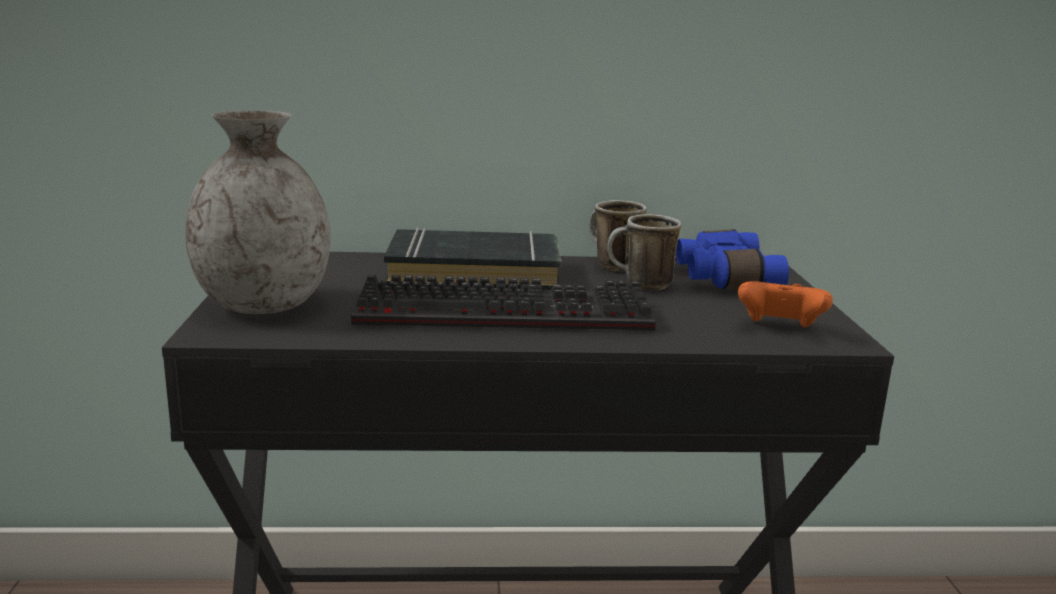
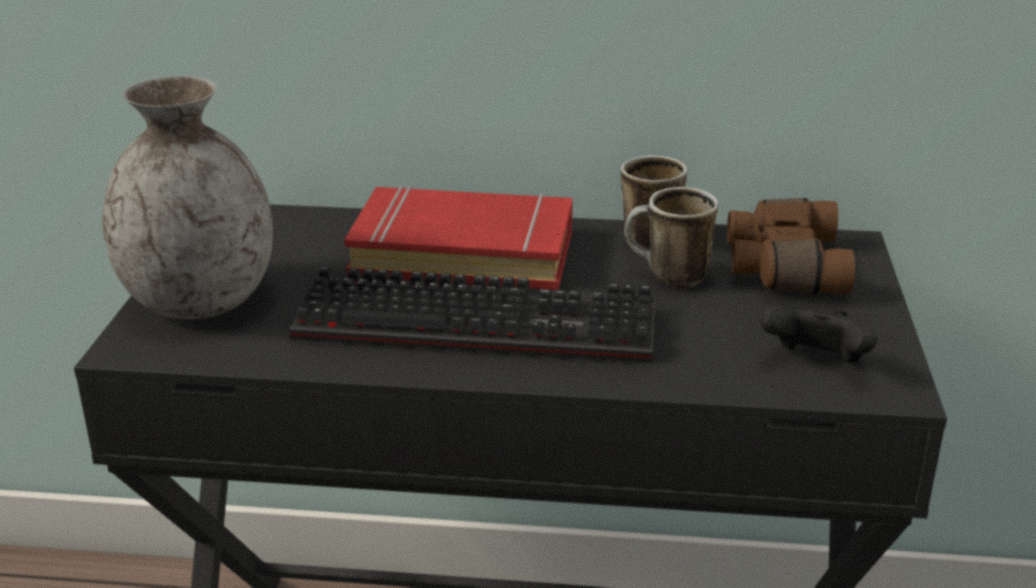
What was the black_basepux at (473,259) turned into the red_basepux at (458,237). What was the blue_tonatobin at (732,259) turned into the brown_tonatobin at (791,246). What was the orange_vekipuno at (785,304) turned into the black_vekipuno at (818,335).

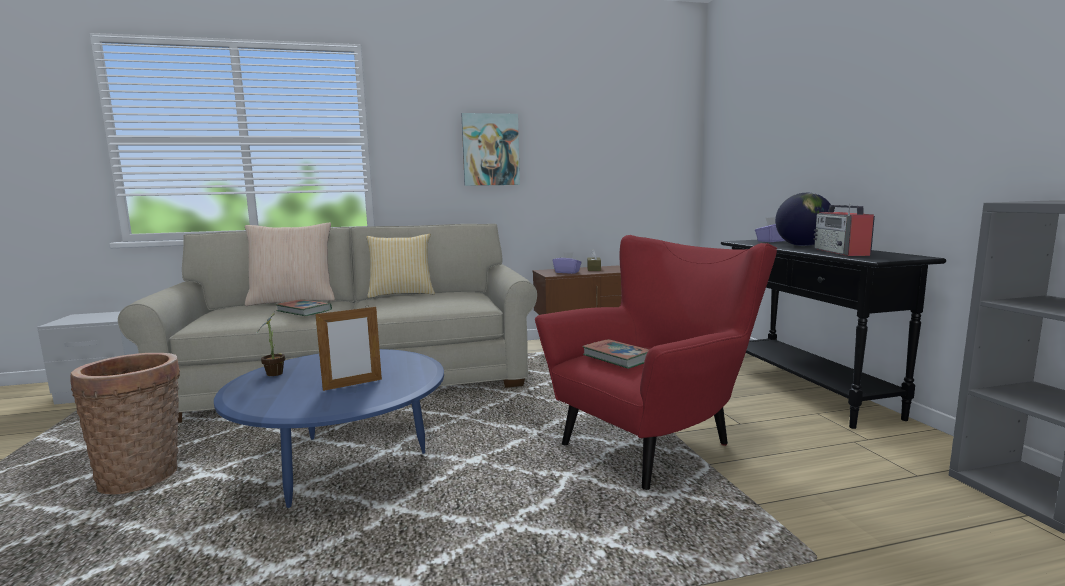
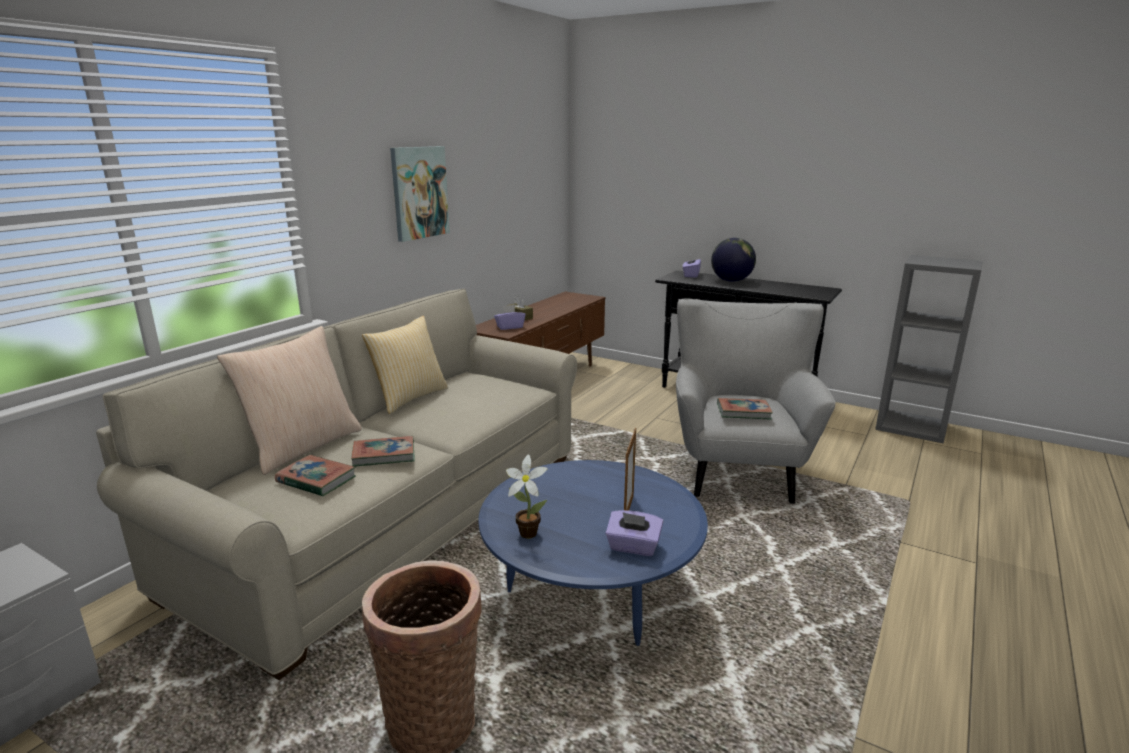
The second view lost the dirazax at (844,229). The second view gained the basepux at (315,475). The second view gained the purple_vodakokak at (634,533). What was the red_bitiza at (656,362) turned into the grey_bitiza at (756,401).

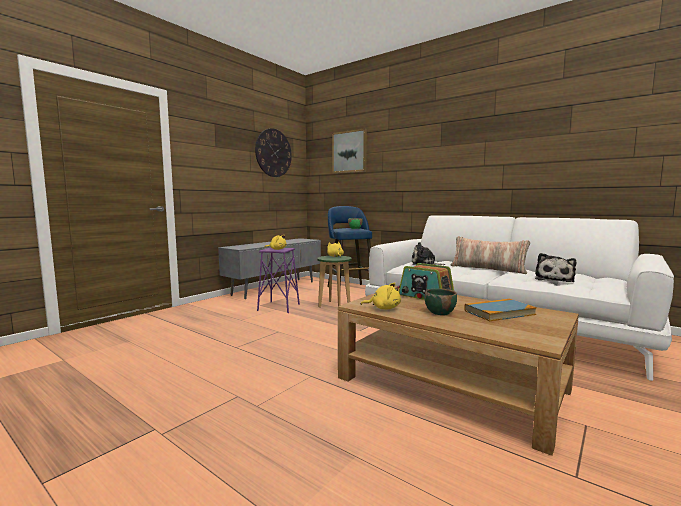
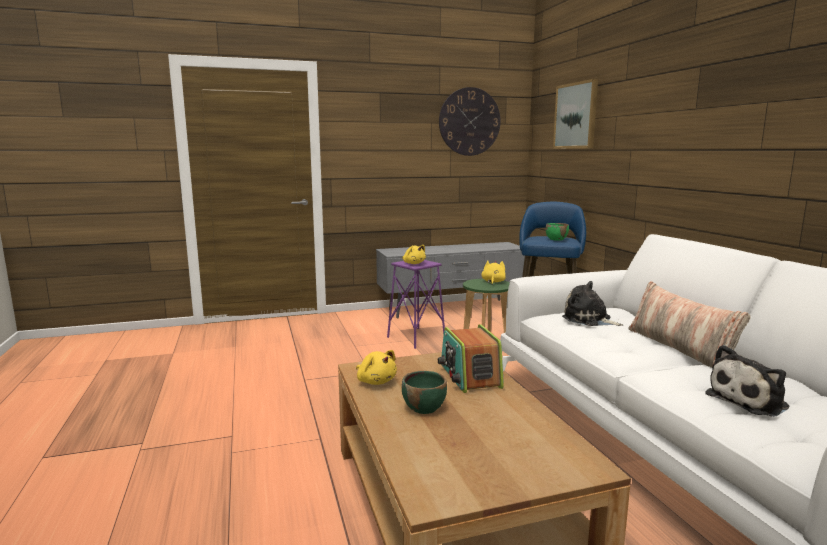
The second view lost the basepux at (500,310).

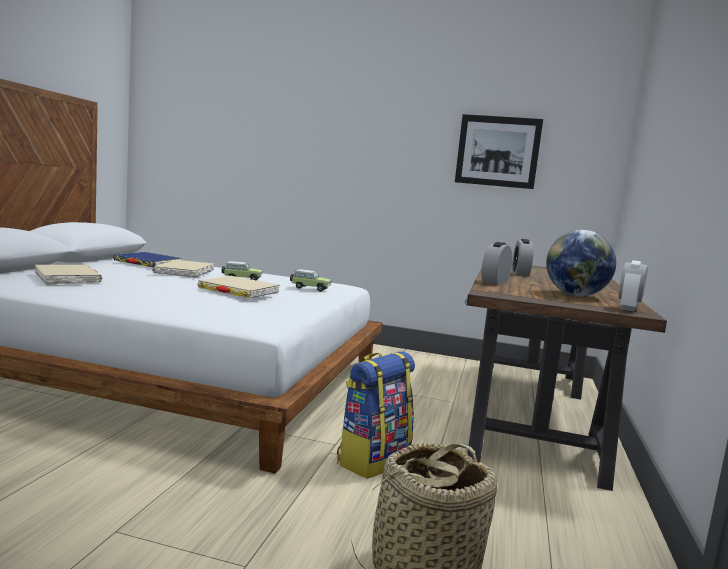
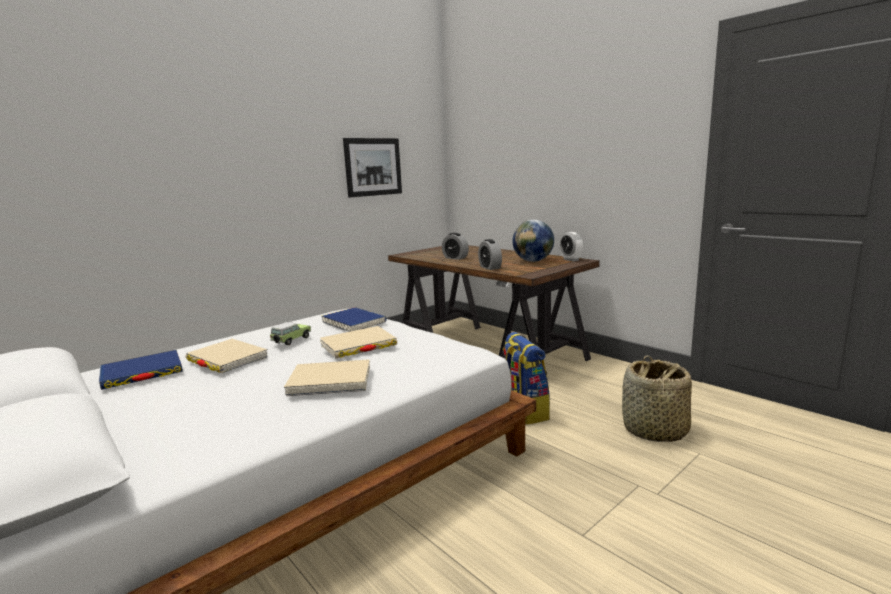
The beige_basepux ended up elsewhere, having gone from (68,275) to (327,378). Where the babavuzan stood at (311,280), the blue_basepux came to stand at (354,320).

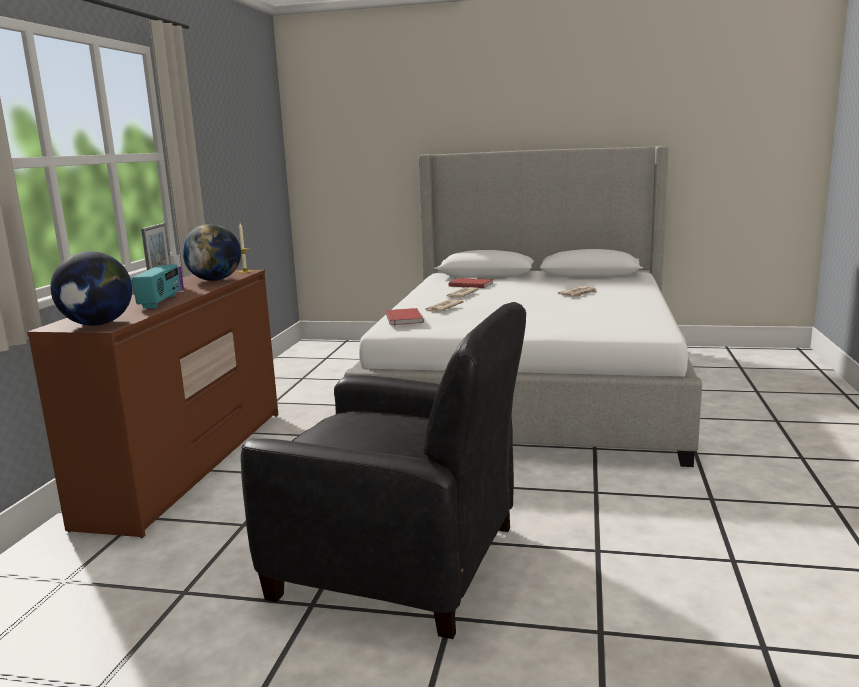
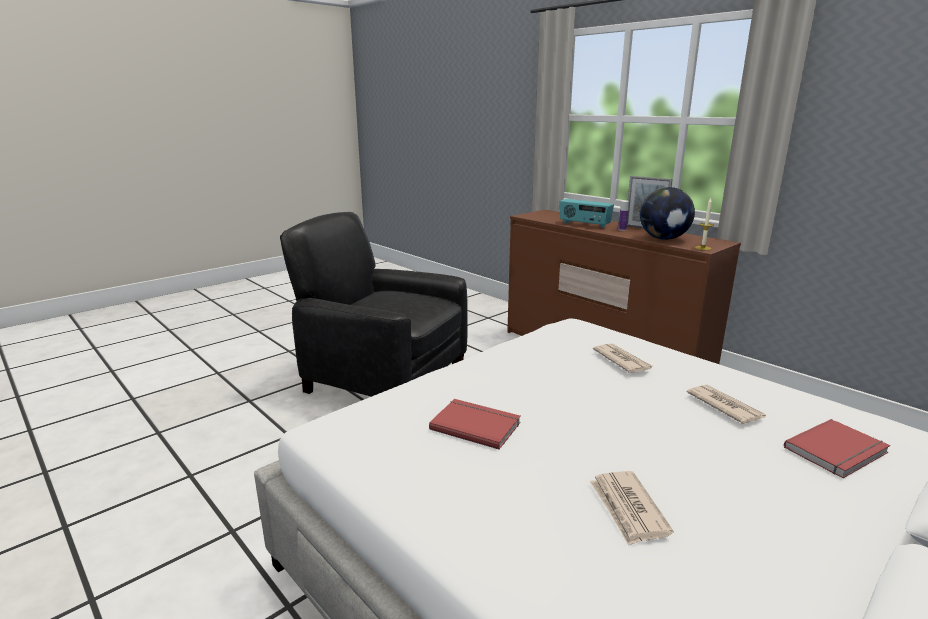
The second view lost the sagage at (91,288). The red_basepux ended up elsewhere, having gone from (405,316) to (475,424). The black_bitiza at (383,470) ended up facing another way, 60 degrees clockwise from before.

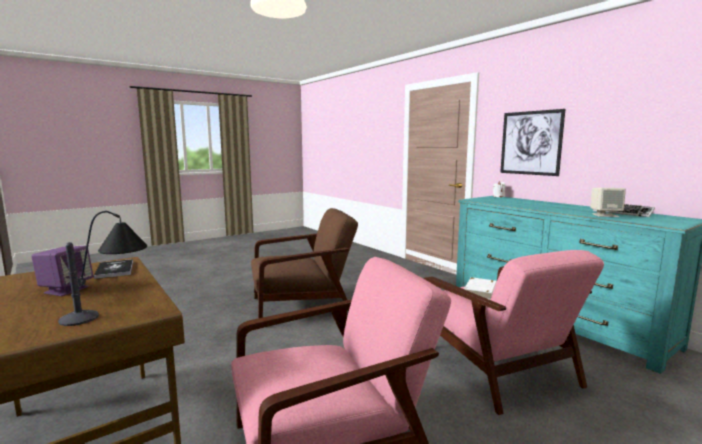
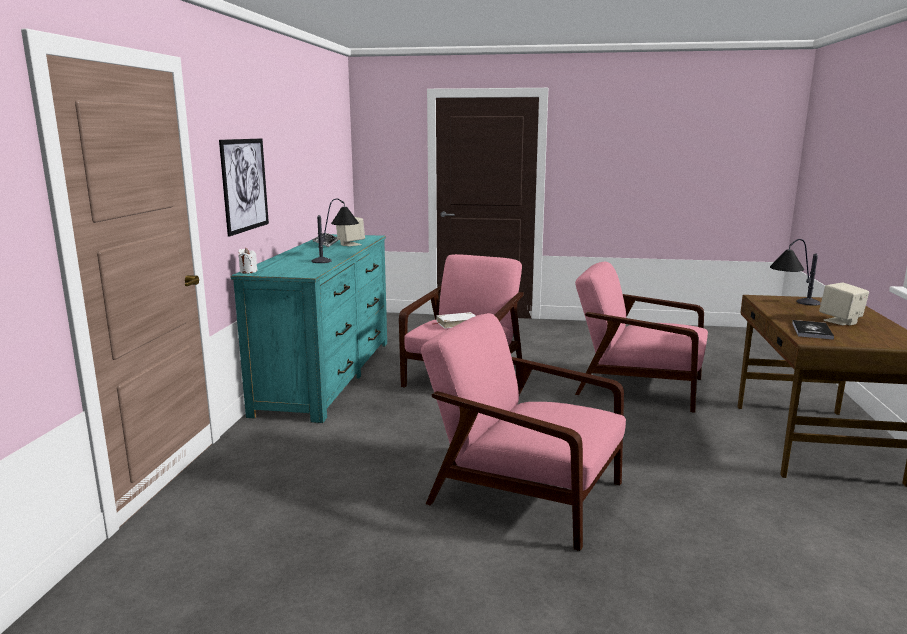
The second view gained the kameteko at (335,230). What was the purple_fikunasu at (62,271) turned into the beige_fikunasu at (844,303). What was the brown_bitiza at (304,263) turned into the pink_bitiza at (523,432).

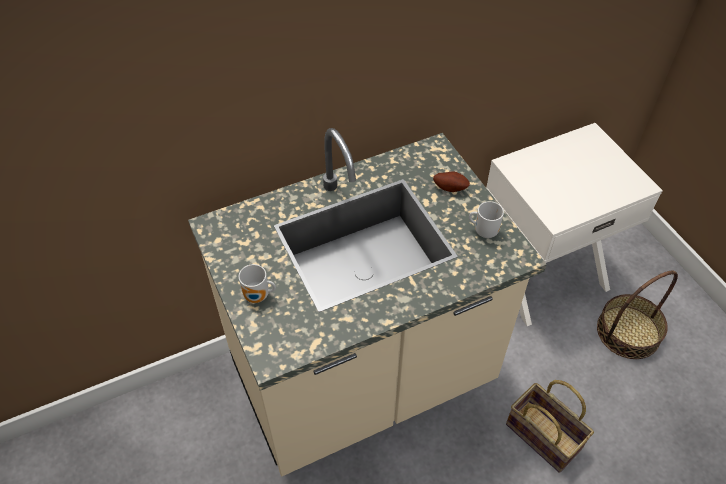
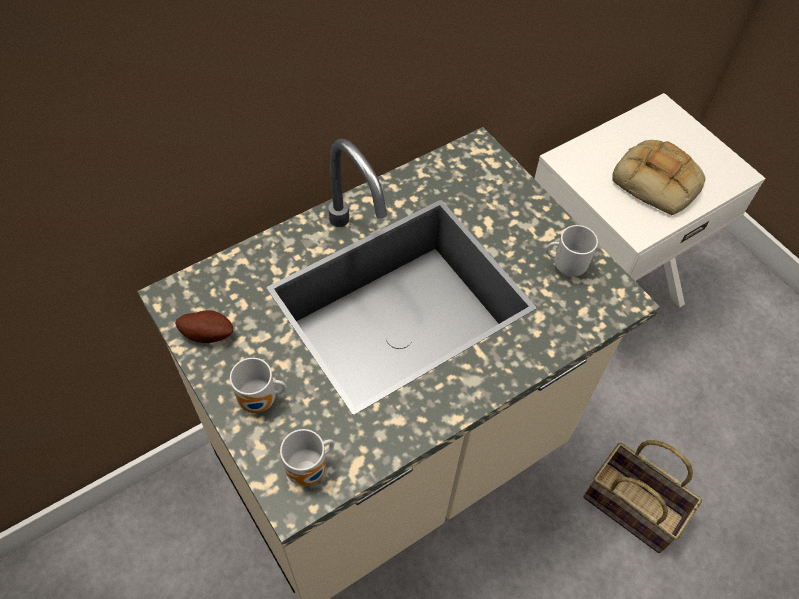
The second view lost the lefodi at (637,315). The second view gained the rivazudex at (307,457). The second view gained the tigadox at (659,178). The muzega ended up elsewhere, having gone from (451,182) to (204,326).

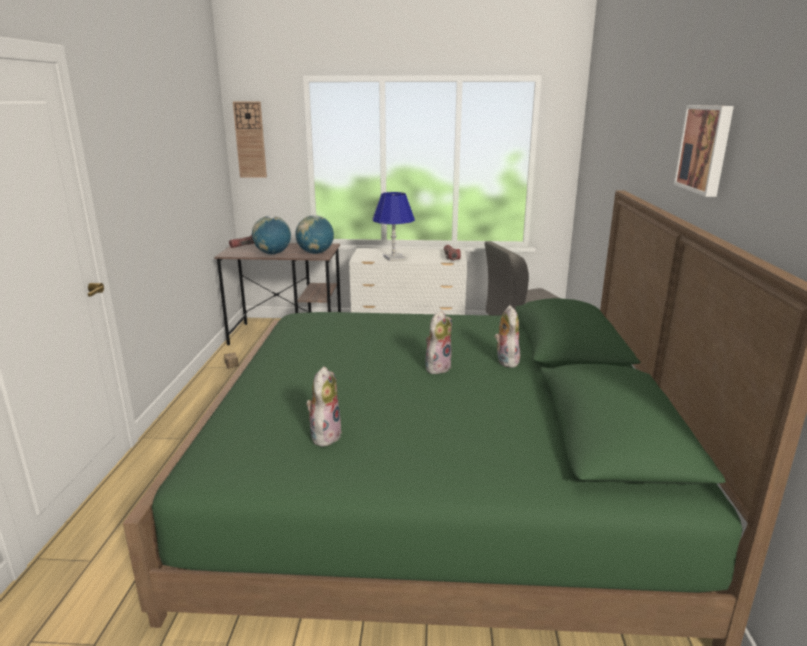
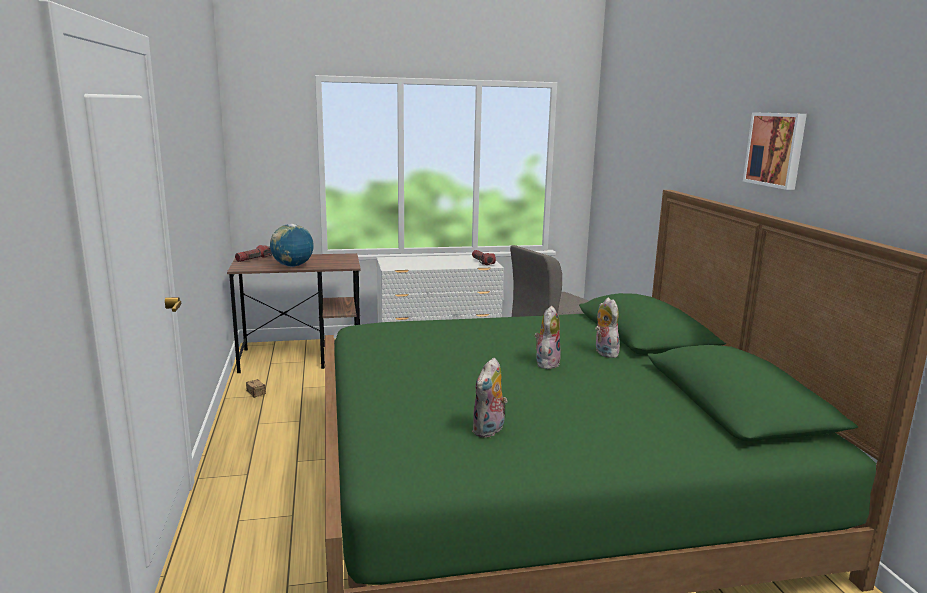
The second view lost the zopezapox at (250,139). The second view lost the sagage at (314,234). The second view lost the blue_kameteko at (394,226). The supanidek at (324,406) ended up facing another way, 150 degrees counterclockwise from before.

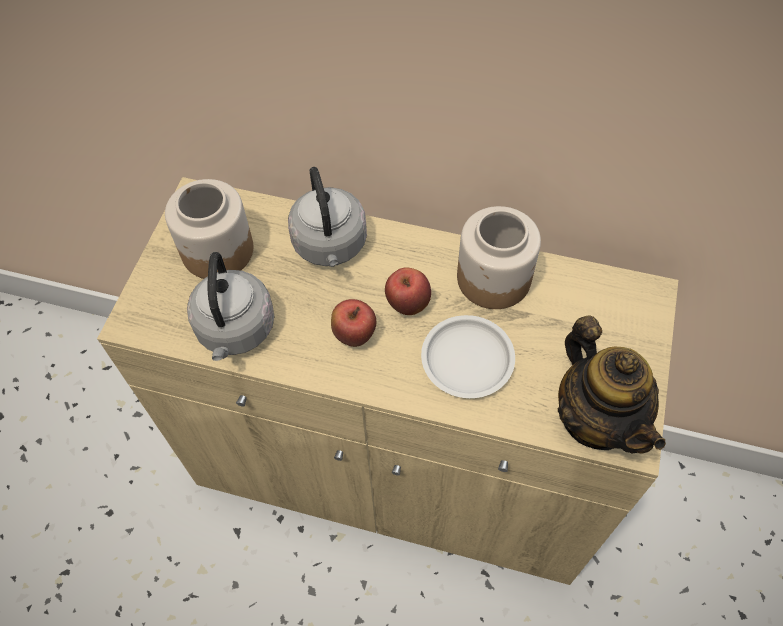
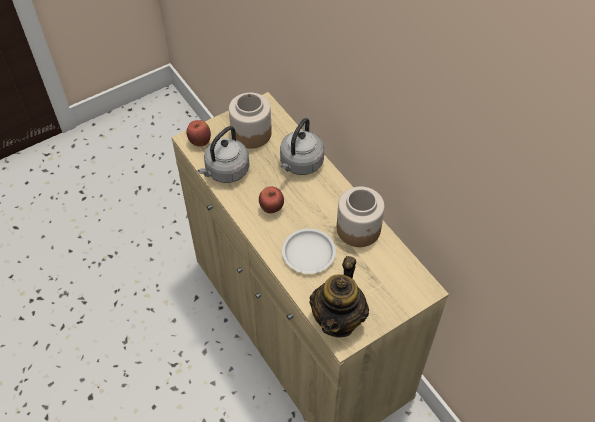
The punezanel ended up elsewhere, having gone from (408,291) to (198,133).

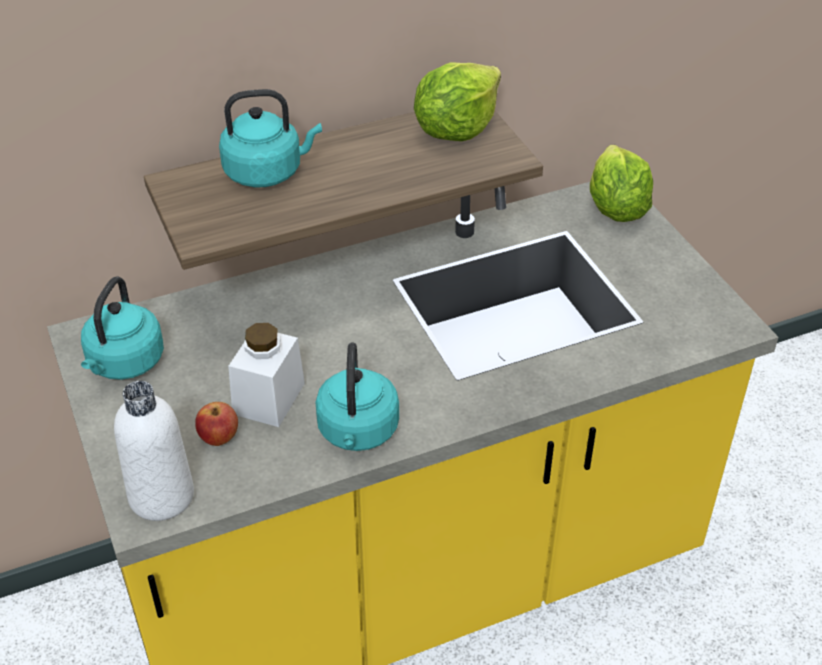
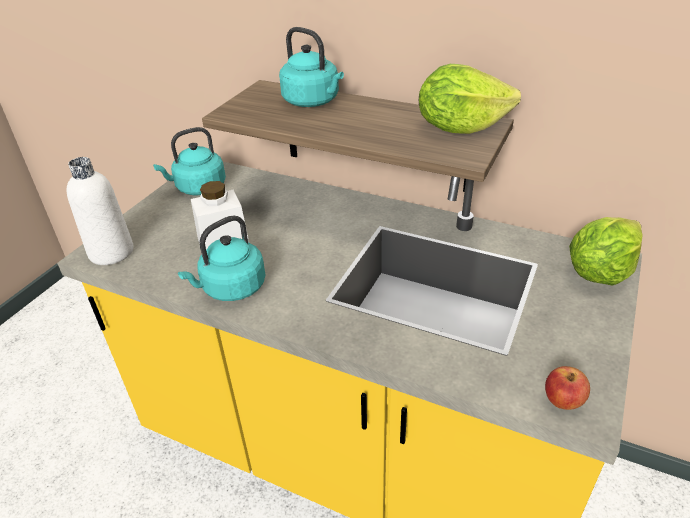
The punezanel ended up elsewhere, having gone from (216,424) to (567,388).

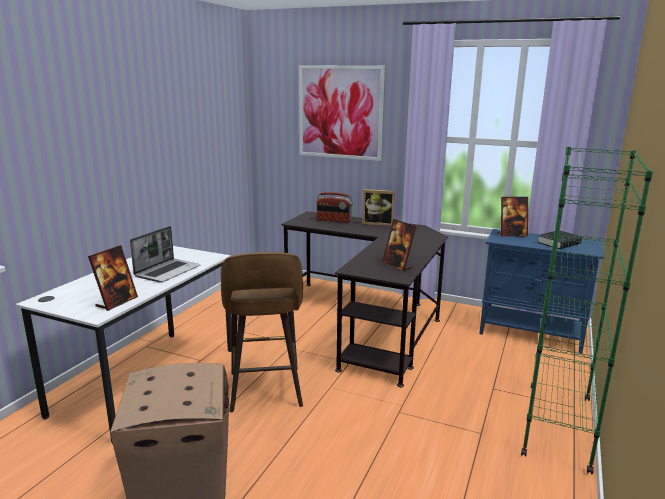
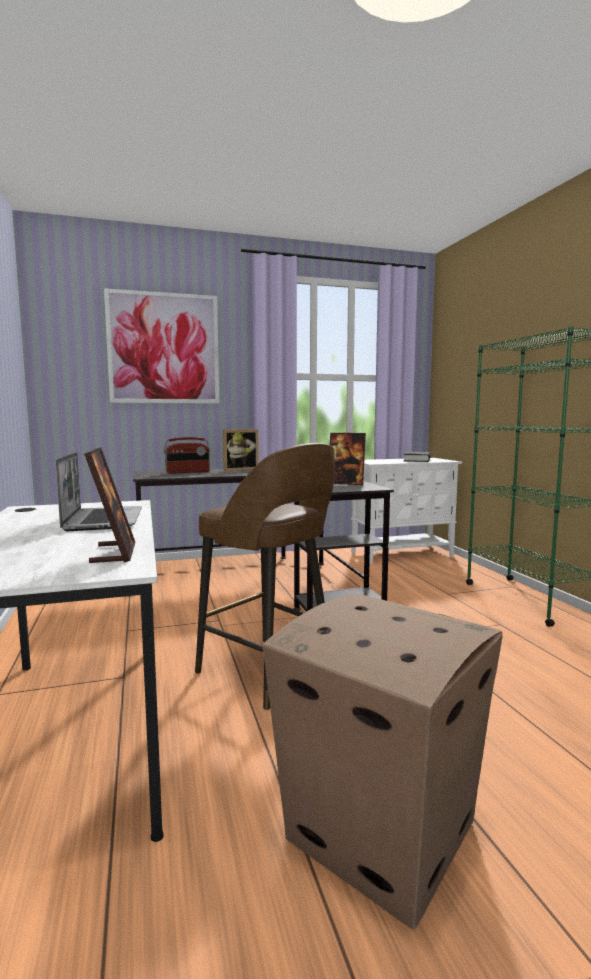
The second view lost the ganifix at (513,217). What was the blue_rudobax at (541,291) turned into the white_rudobax at (406,511).

